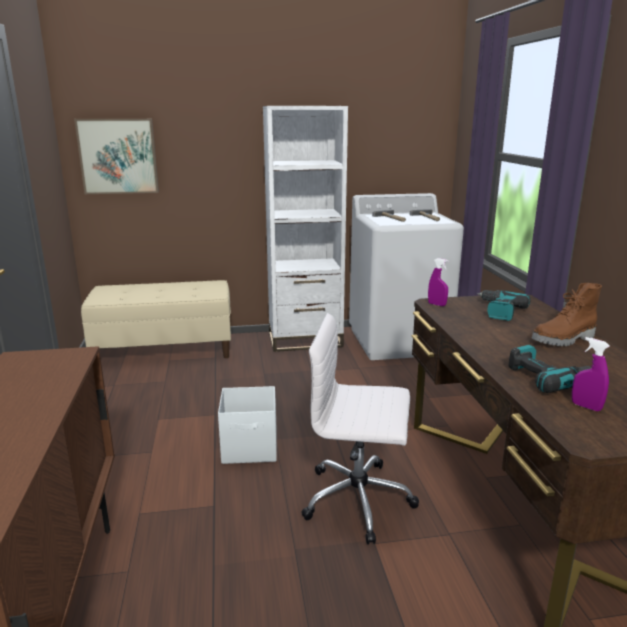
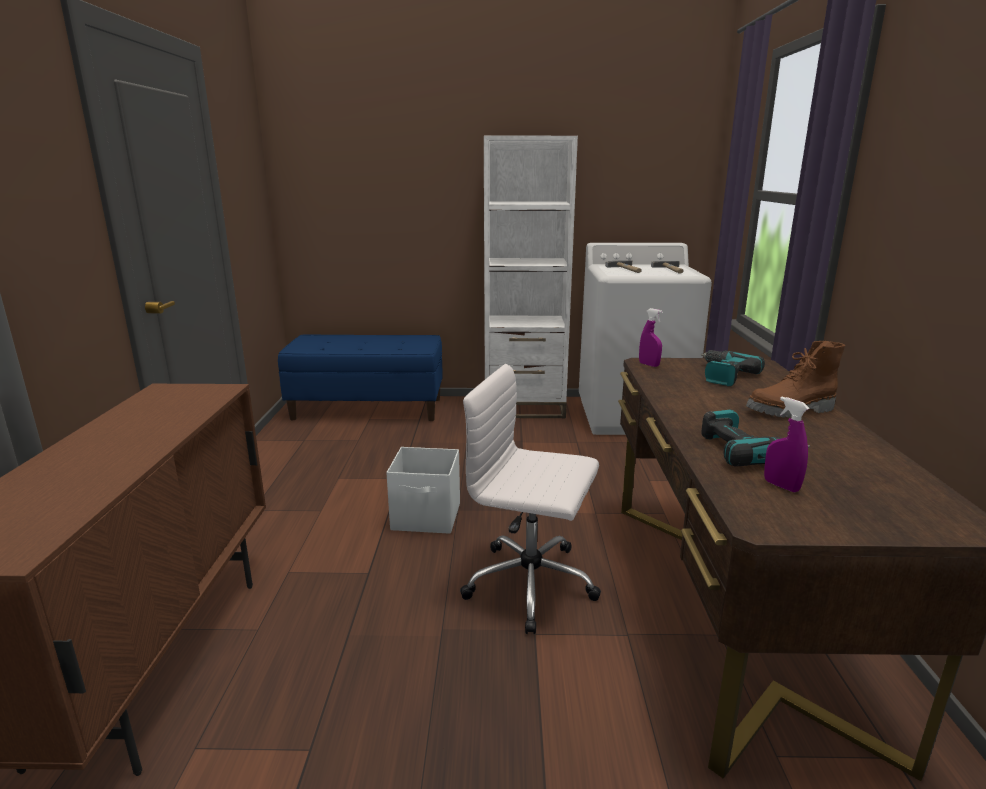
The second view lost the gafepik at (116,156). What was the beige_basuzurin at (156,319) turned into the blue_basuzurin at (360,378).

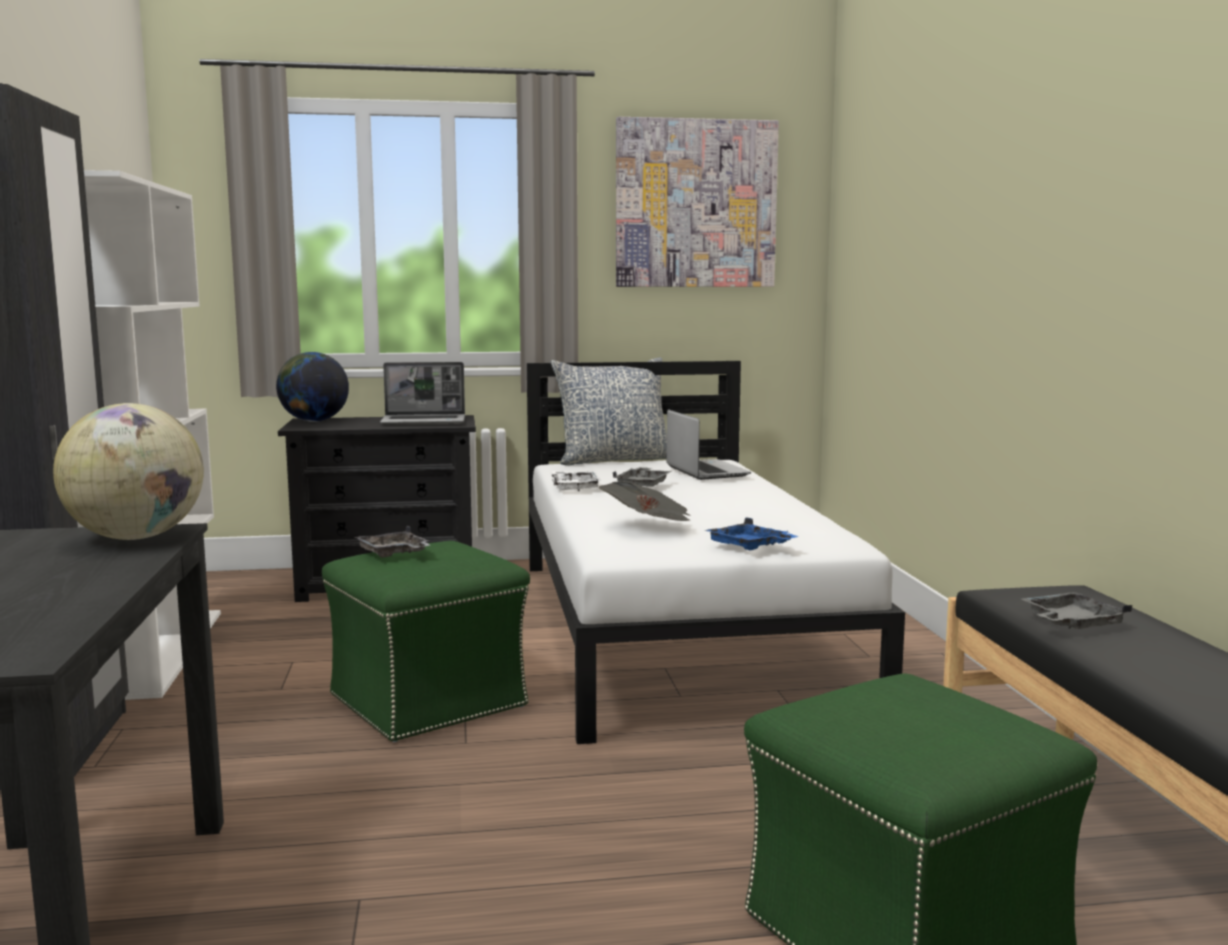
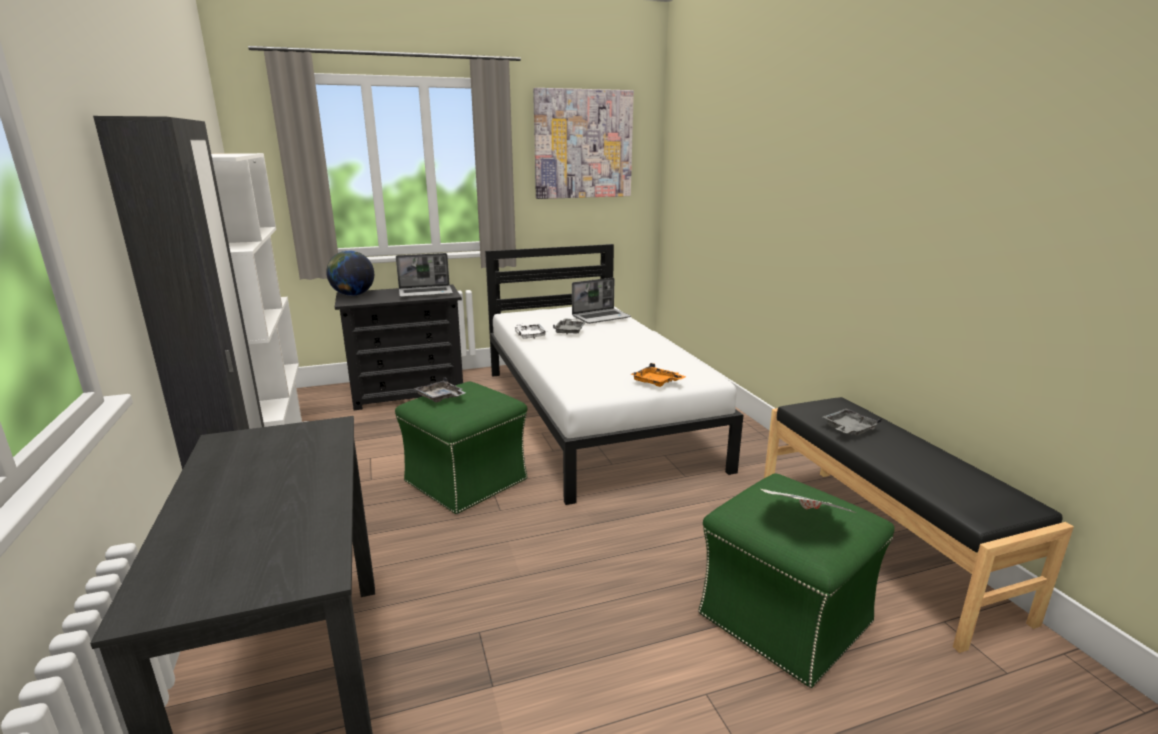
The second view lost the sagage at (128,471). The second view lost the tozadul at (609,411). The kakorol ended up elsewhere, having gone from (645,501) to (808,501). What was the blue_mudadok at (751,533) turned into the orange_mudadok at (658,375). The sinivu at (708,444) ended up facing another way, 90 degrees clockwise from before.

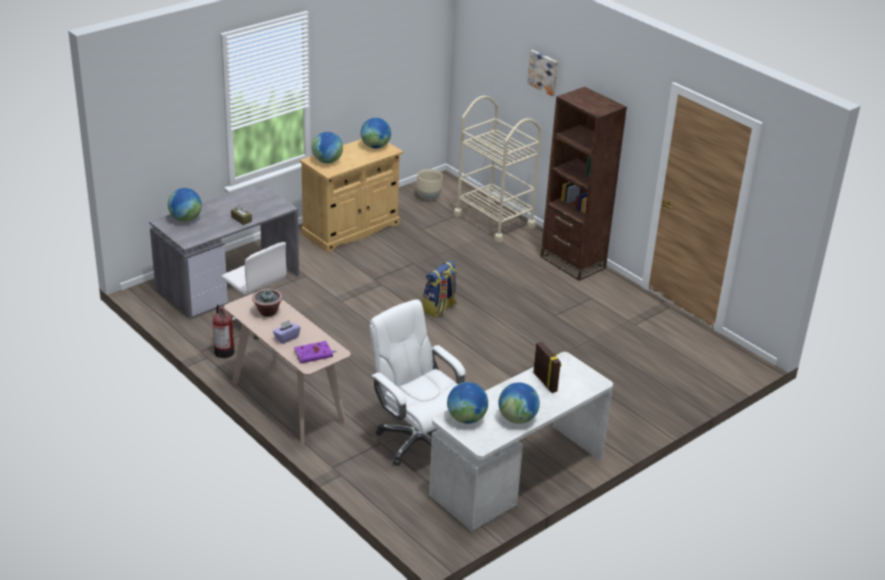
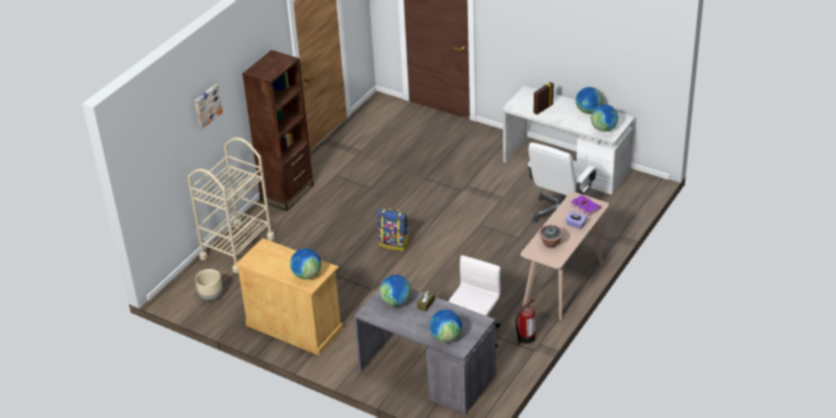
The sagage ended up elsewhere, having gone from (376,133) to (395,290).

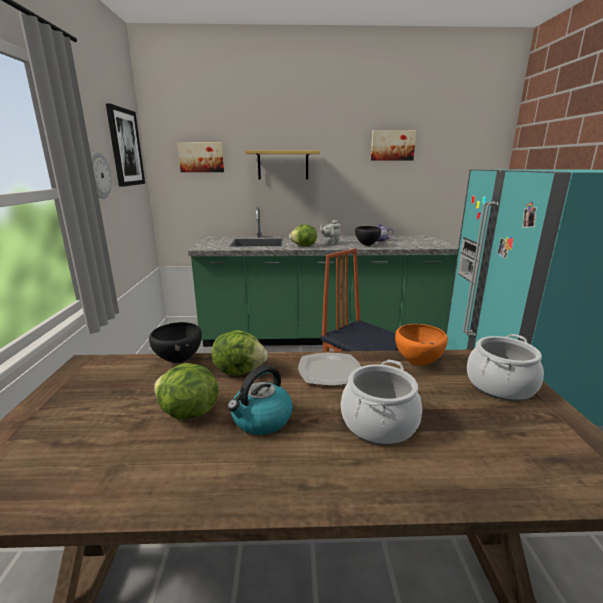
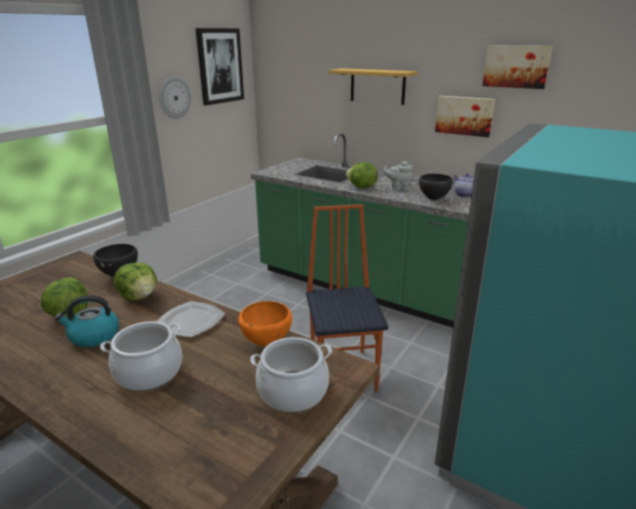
The gafepik ended up elsewhere, having gone from (201,157) to (465,116).

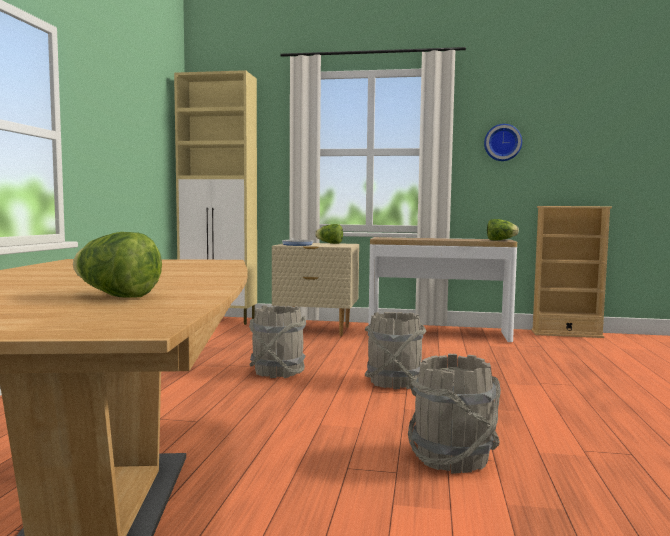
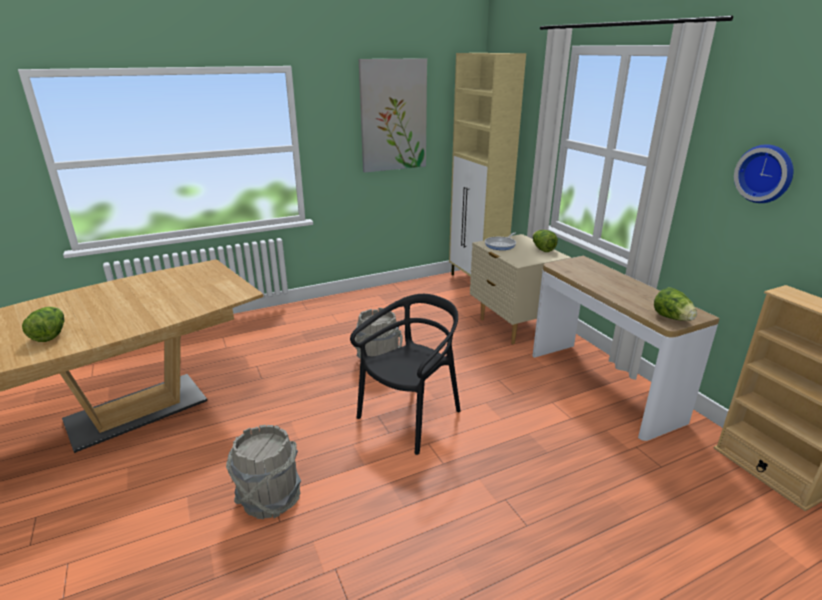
The second view gained the gafepik at (393,115). Where the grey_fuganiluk stood at (395,350), the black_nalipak came to stand at (405,374).

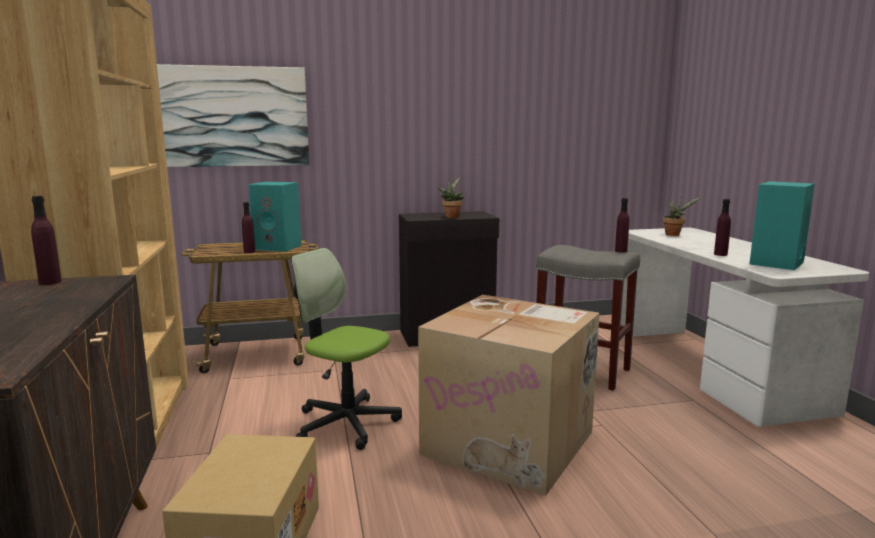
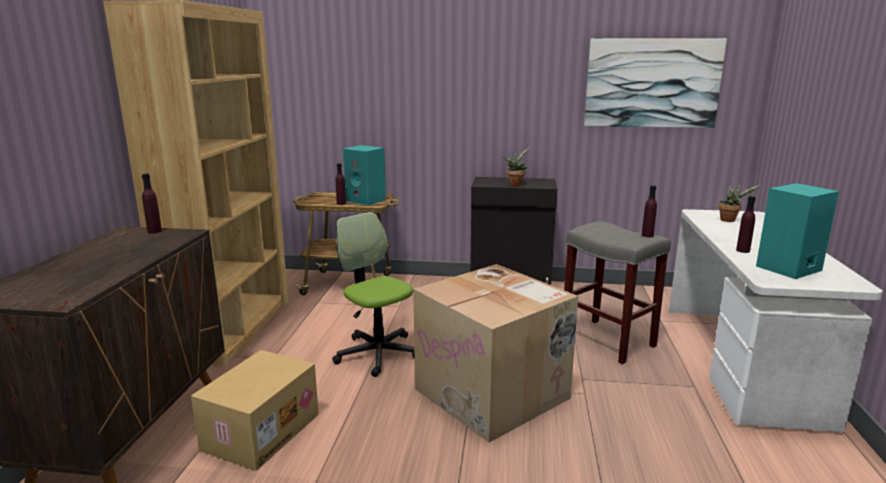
The gafepik ended up elsewhere, having gone from (233,115) to (655,83).

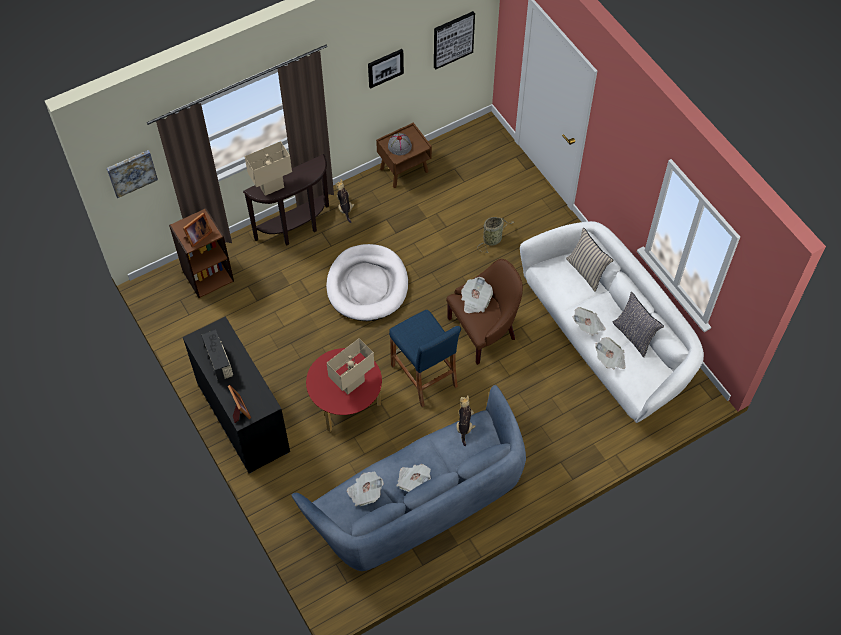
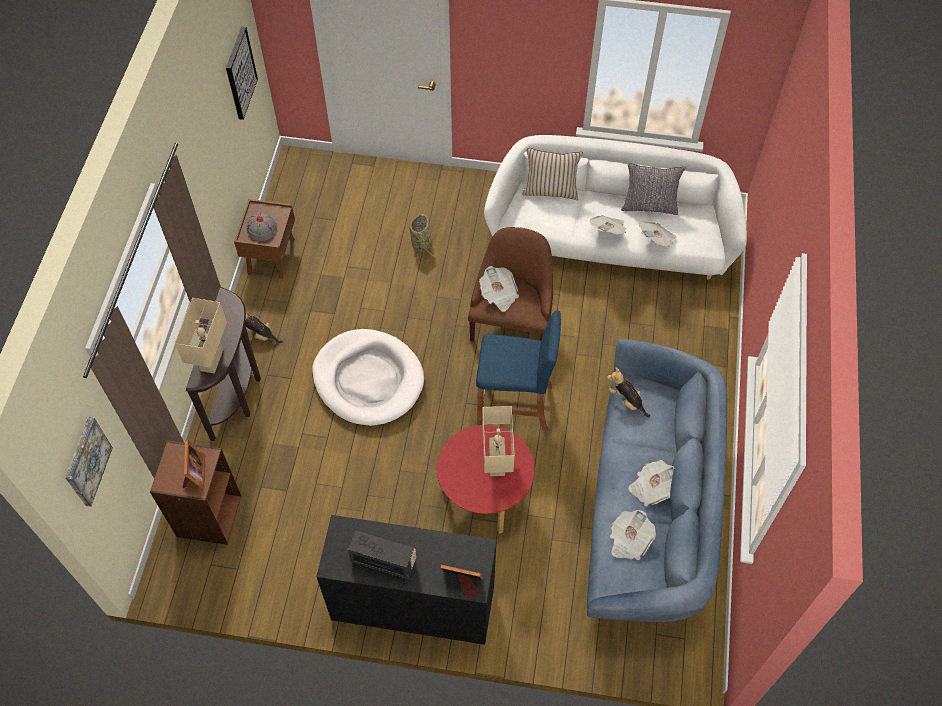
The second view lost the gafepik at (386,69).

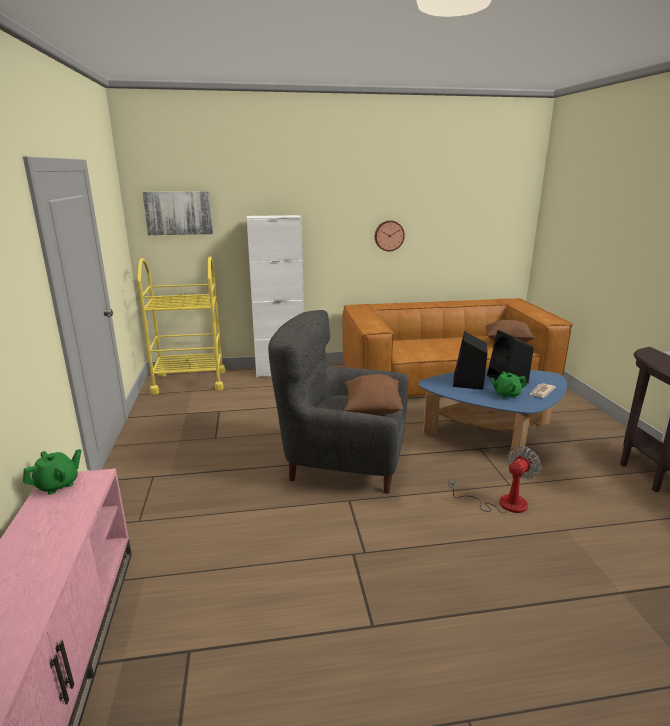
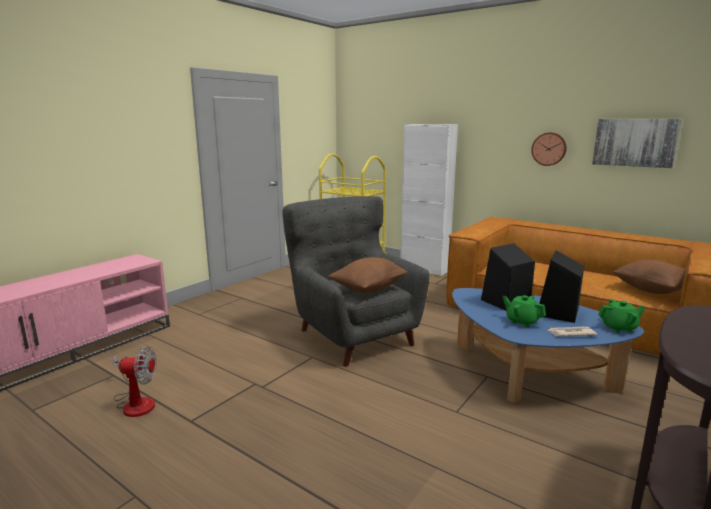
The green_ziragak ended up elsewhere, having gone from (52,472) to (621,316). The gafepik ended up elsewhere, having gone from (177,213) to (637,143). The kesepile ended up elsewhere, having gone from (495,480) to (135,381).

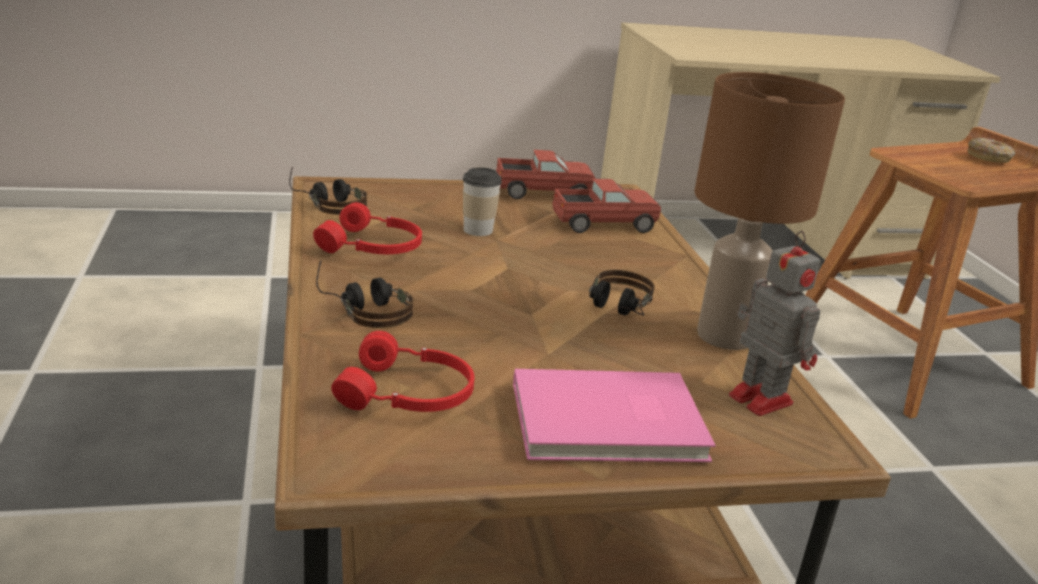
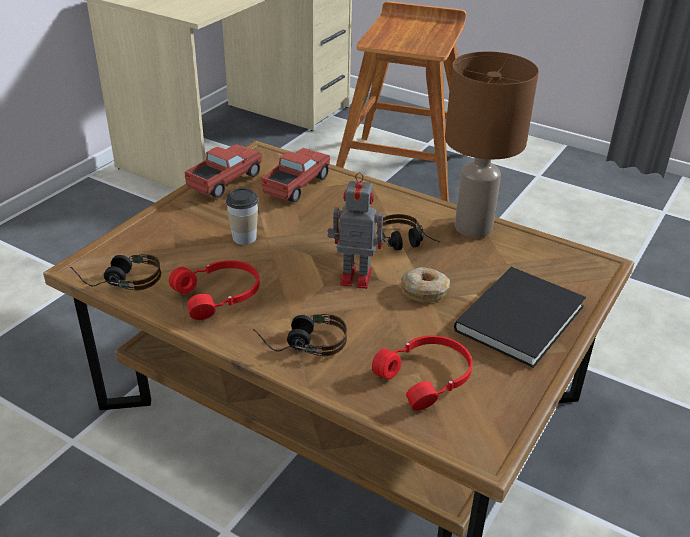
The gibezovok ended up elsewhere, having gone from (774,323) to (355,230). The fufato ended up elsewhere, having gone from (991,150) to (425,285). What was the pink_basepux at (614,415) turned into the black_basepux at (520,317).

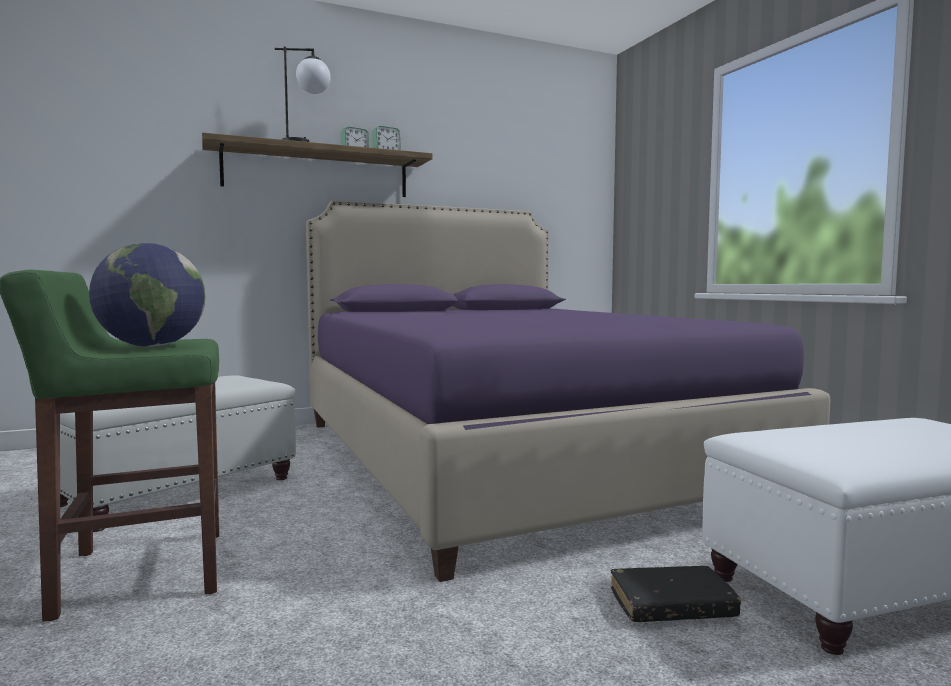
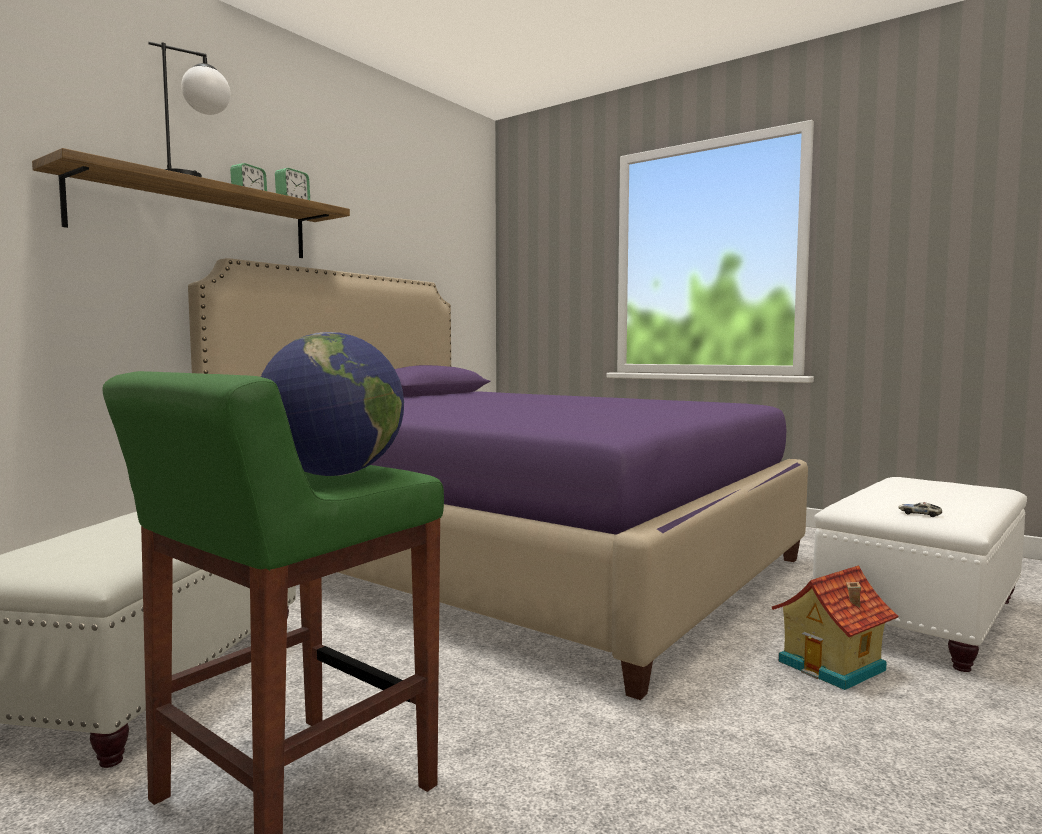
The second view gained the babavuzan at (920,509). Where the black_basepux stood at (676,594), the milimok came to stand at (835,627).

